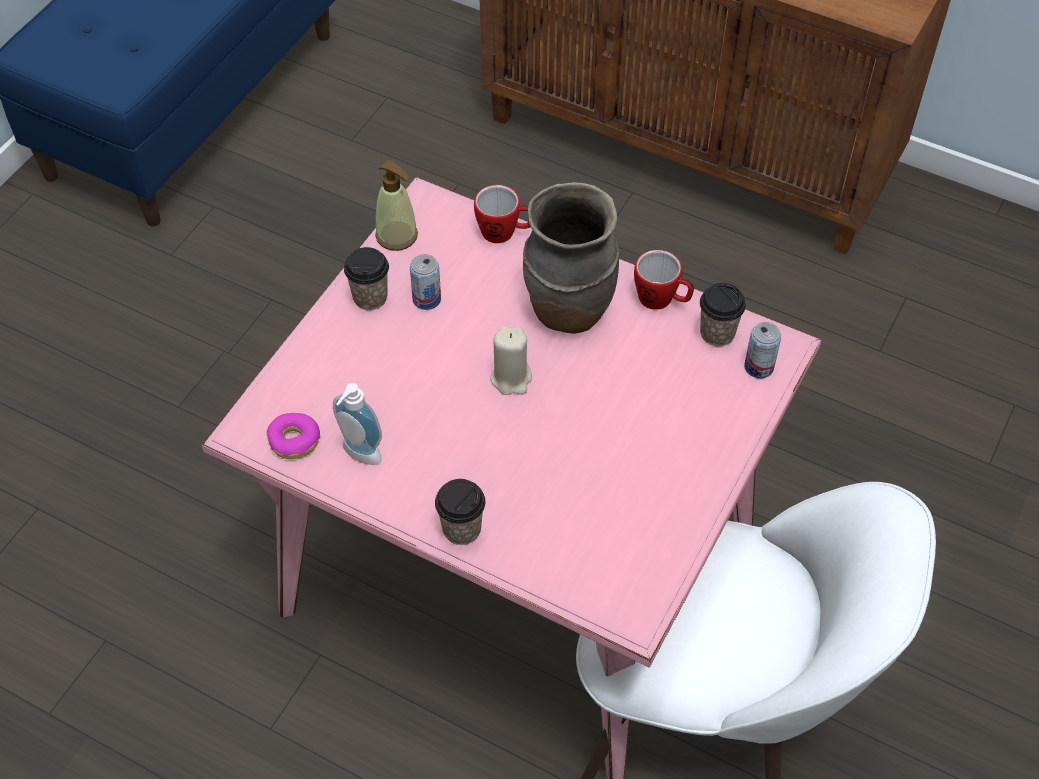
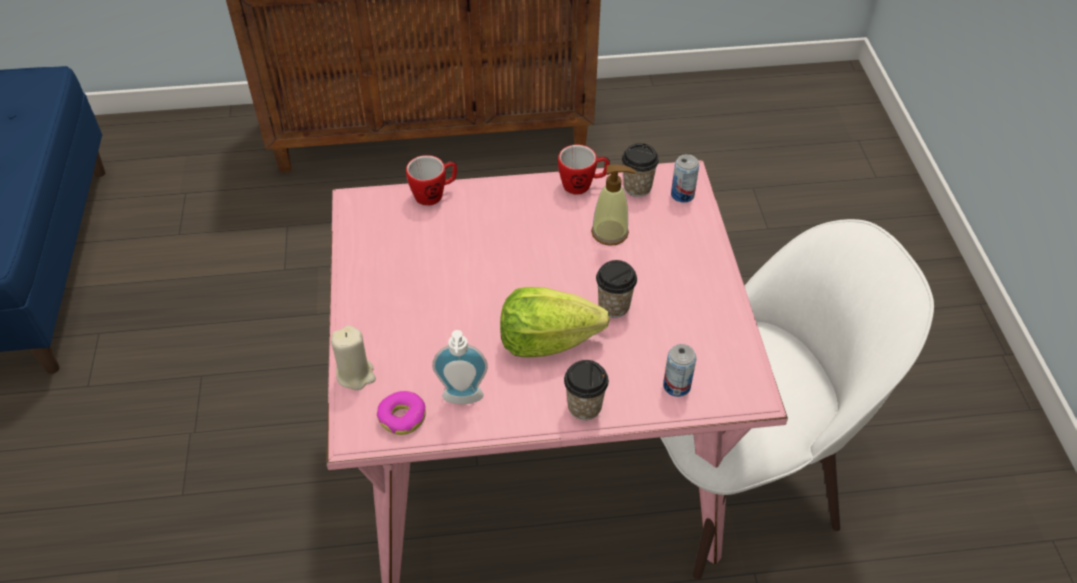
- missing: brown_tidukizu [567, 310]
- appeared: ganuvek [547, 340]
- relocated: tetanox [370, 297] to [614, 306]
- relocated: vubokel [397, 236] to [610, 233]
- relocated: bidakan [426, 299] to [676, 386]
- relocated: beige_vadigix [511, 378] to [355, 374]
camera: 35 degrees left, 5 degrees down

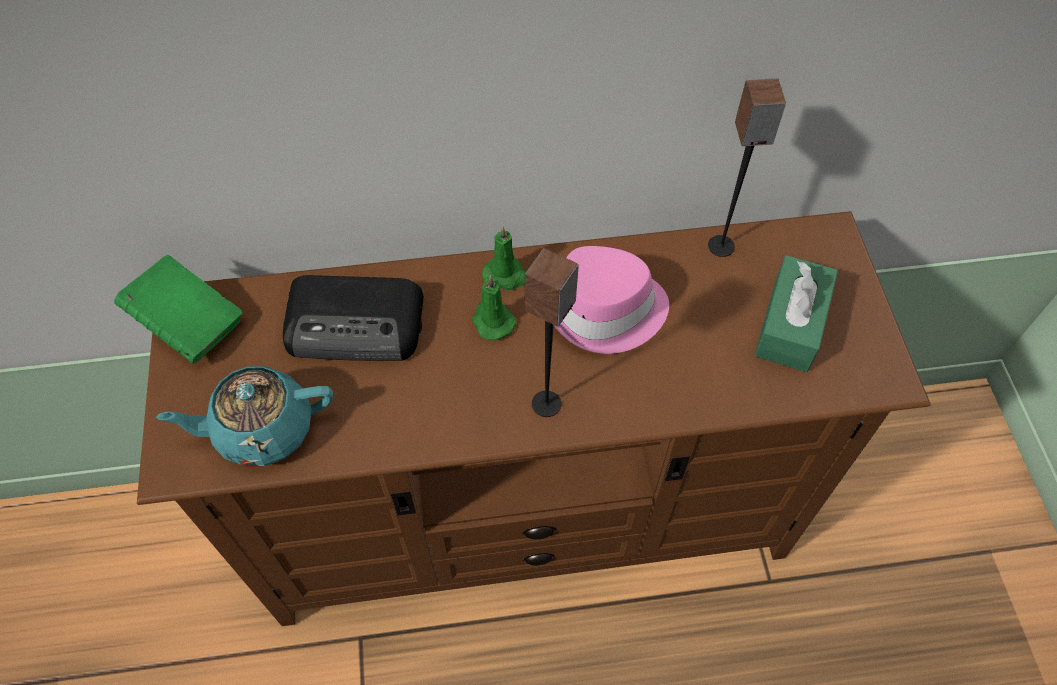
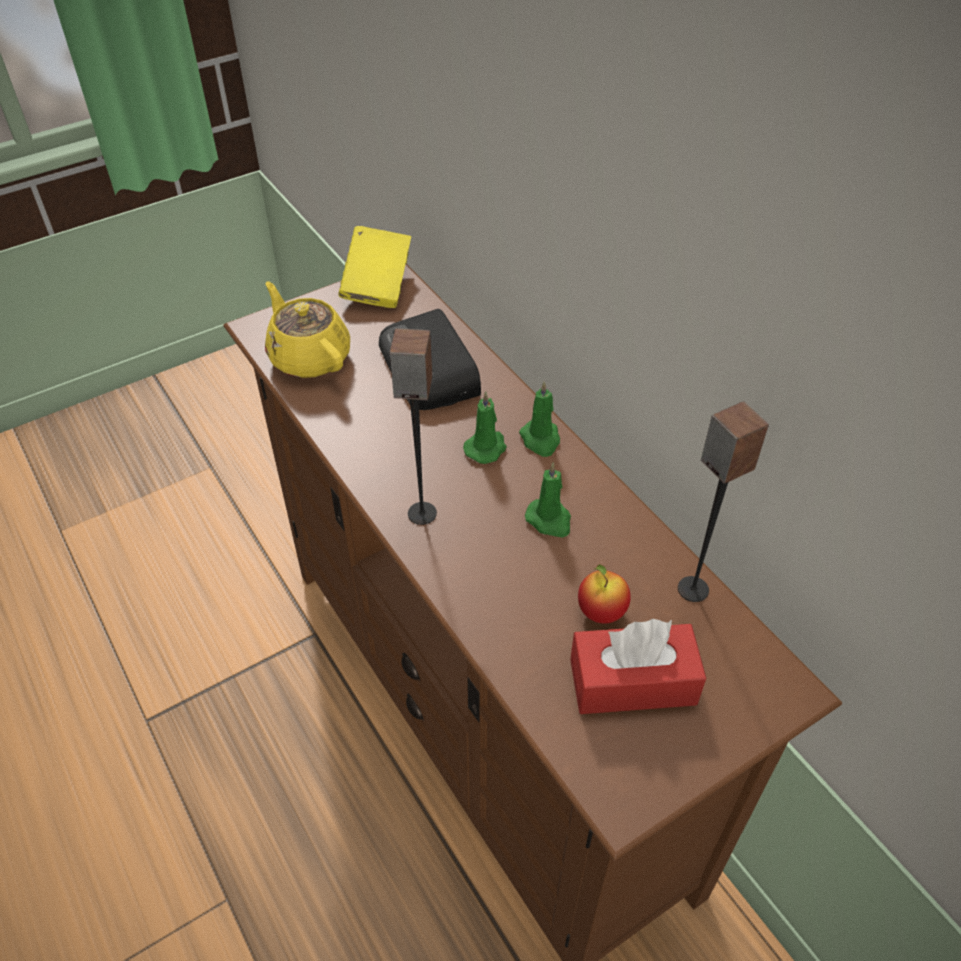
- appeared: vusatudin [601, 612]
- exchanged: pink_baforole [604, 309] to green_vadigix [549, 520]
- colour: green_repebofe [189, 324] to yellow_repebofe [377, 285]
- colour: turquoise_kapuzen [262, 429] to yellow_kapuzen [309, 357]
- colour: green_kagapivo [791, 325] to red_kagapivo [632, 682]
camera: 65 degrees right, 10 degrees down

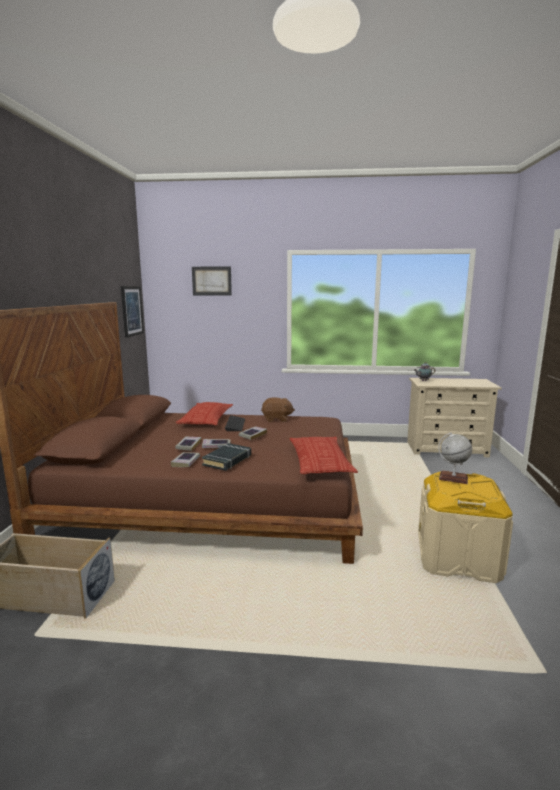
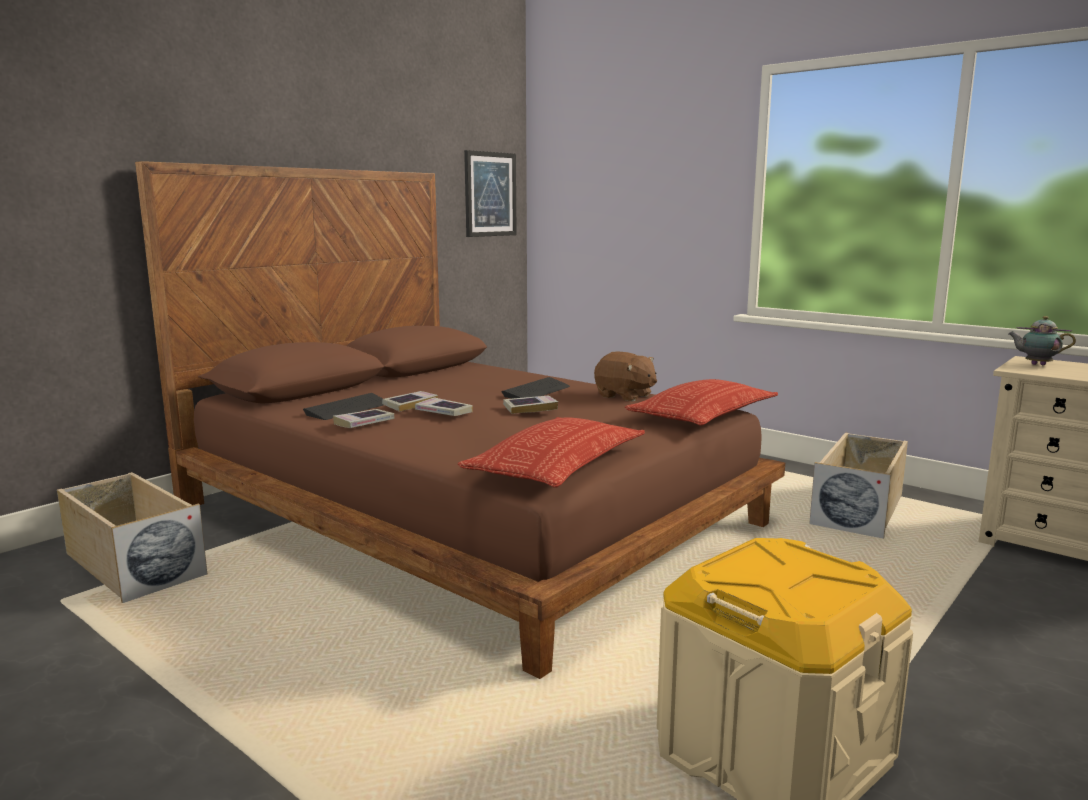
- missing: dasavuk [211, 281]
- missing: black_repebofe [227, 460]
- missing: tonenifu [453, 478]
- appeared: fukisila [348, 409]
- appeared: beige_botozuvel [858, 509]
- relocated: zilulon [206, 419] to [703, 414]
camera: 35 degrees right, 0 degrees up

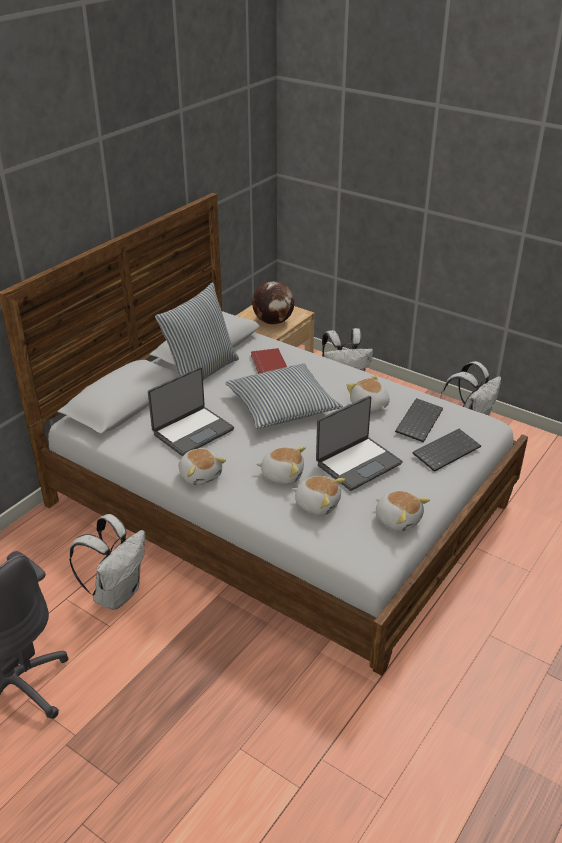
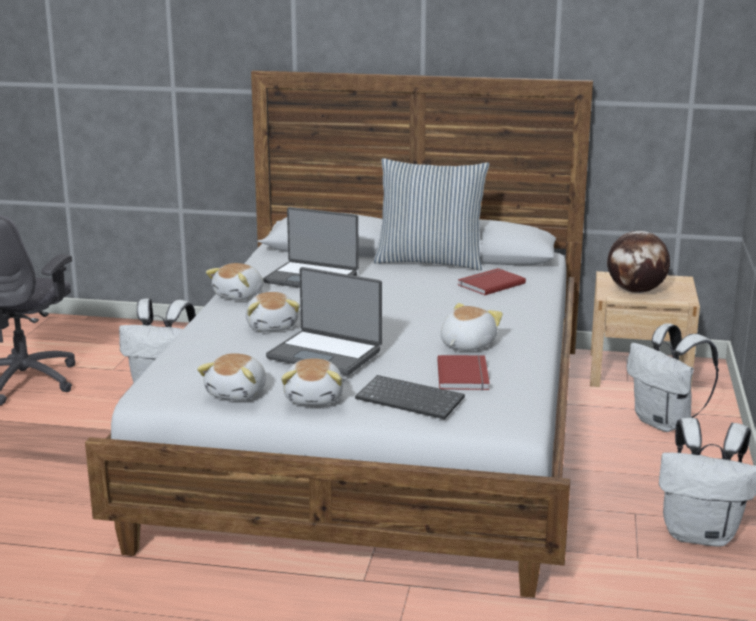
- missing: zilulon [282, 406]
- relocated: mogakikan [317, 504] to [315, 398]
- exchanged: fukisila [418, 420] to red_repebofe [465, 375]
camera: 65 degrees right, 15 degrees down

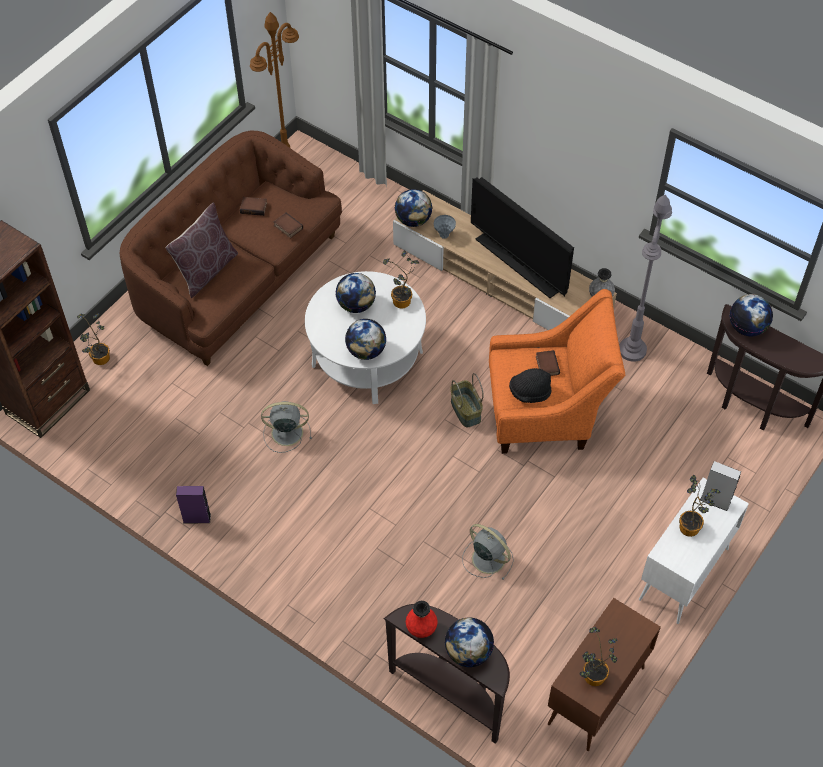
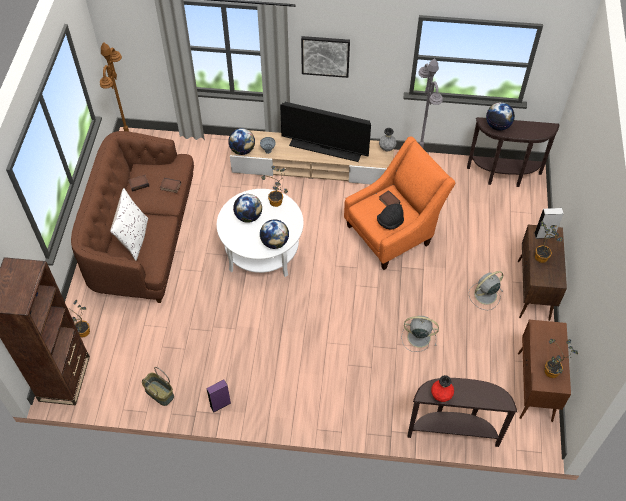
- missing: tonenifu [468, 652]
- appeared: dasavuk [325, 56]
- relocated: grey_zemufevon [285, 432] to [484, 295]
- relocated: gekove [465, 410] to [159, 393]
- colour: brown_zilulon [206, 270] to white_zilulon [134, 238]
- colour: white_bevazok [683, 575] to brown_bevazok [533, 291]
camera: 30 degrees left, 0 degrees up

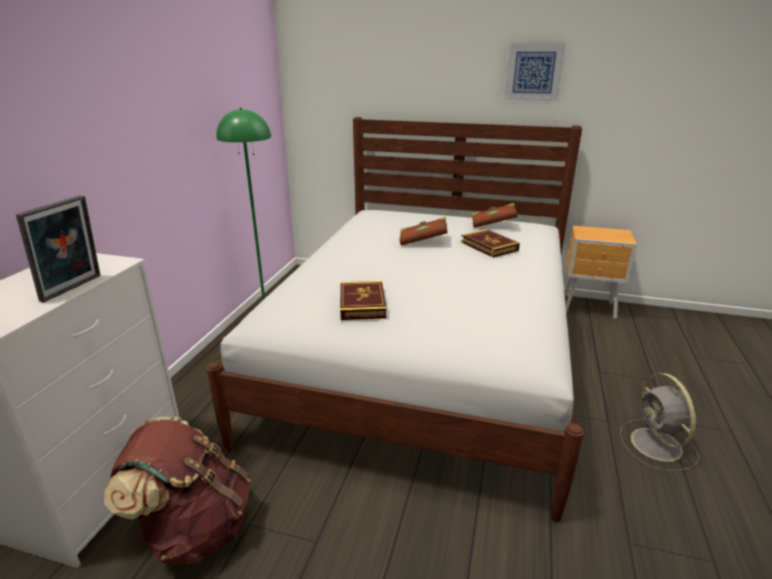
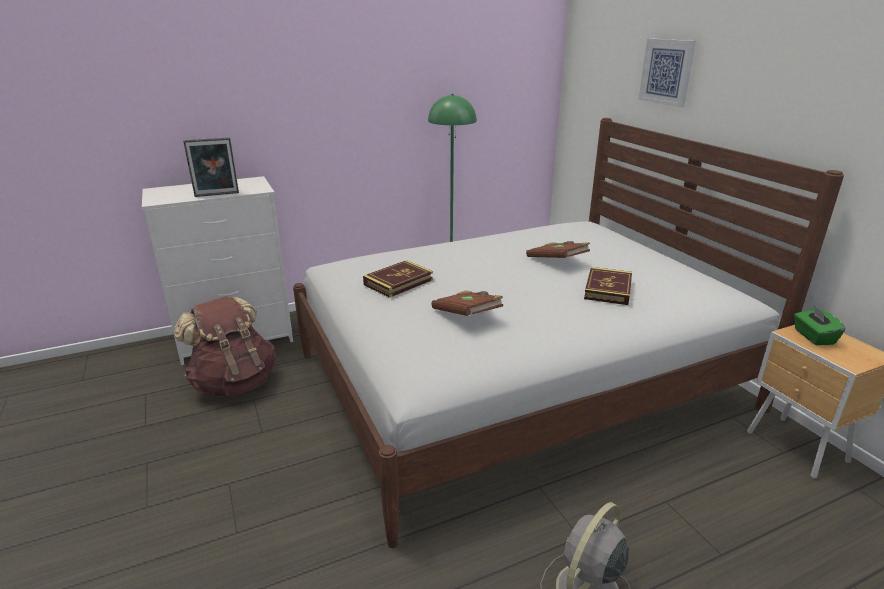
- appeared: green_kagapivo [813, 337]
- relocated: brown_repebofe [492, 224] to [467, 315]
- relocated: dasavuk [533, 72] to [667, 72]
camera: 50 degrees right, 0 degrees up

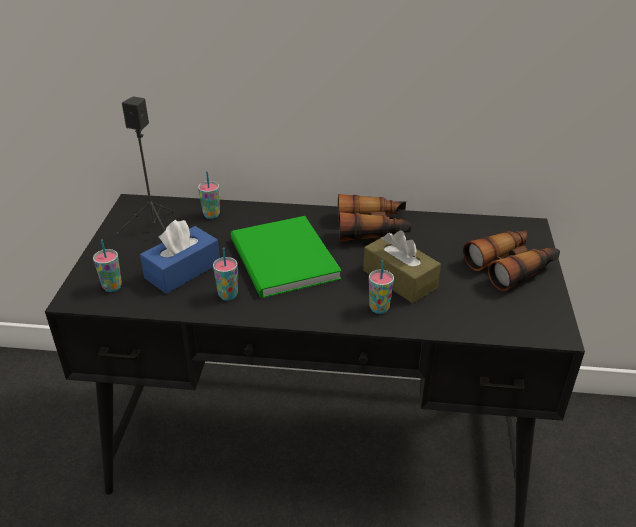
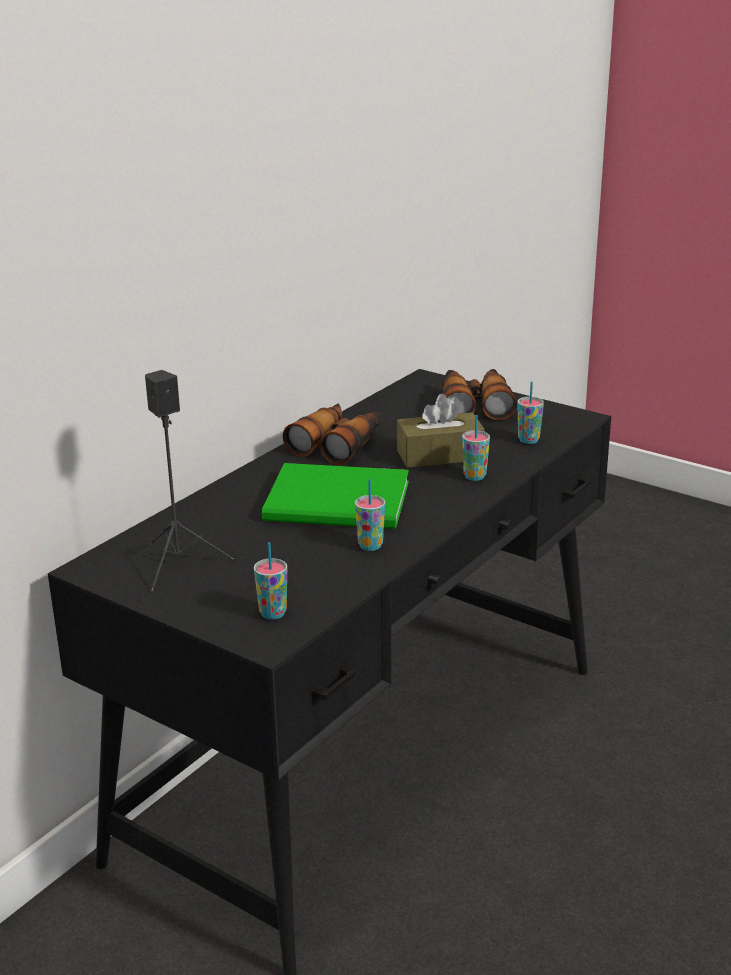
- missing: blue_kagapivo [183, 270]
- relocated: tetanox [211, 215] to [528, 440]
camera: 60 degrees left, 10 degrees down

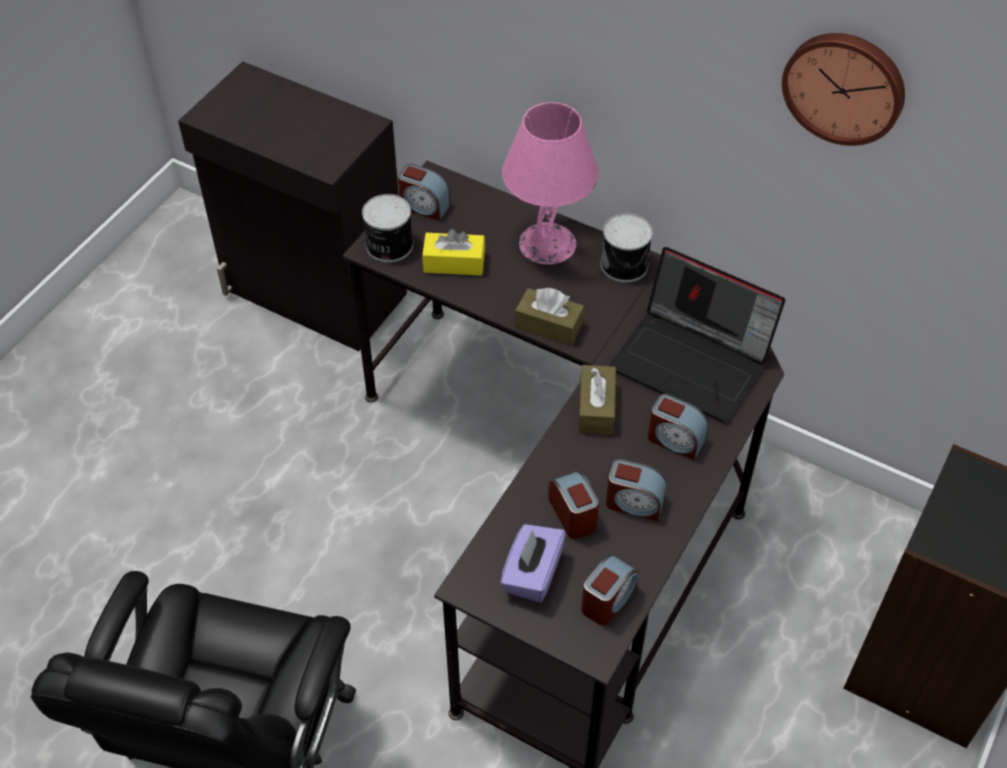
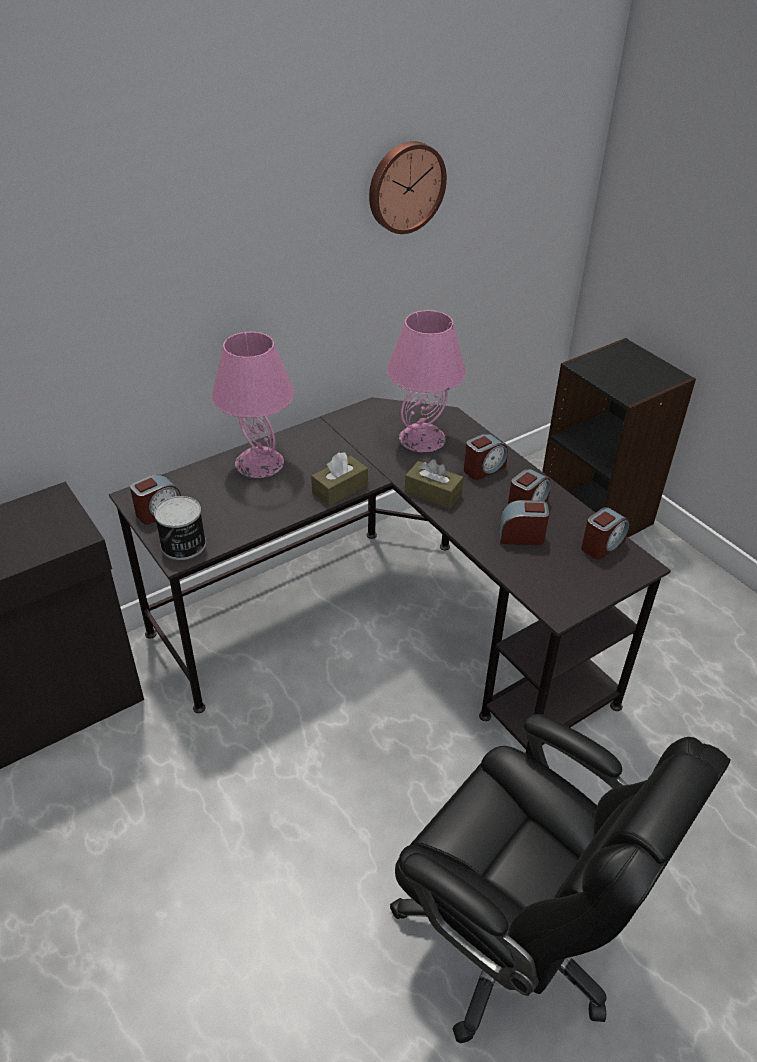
- missing: yellow_kagapivo [454, 263]
- missing: purple_kagapivo [532, 574]
- missing: bidakan [625, 265]
- exchanged: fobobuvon [693, 361] to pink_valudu [422, 438]
- spun: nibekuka [608, 599] = [602, 545] 75 degrees clockwise
camera: 65 degrees left, 10 degrees down

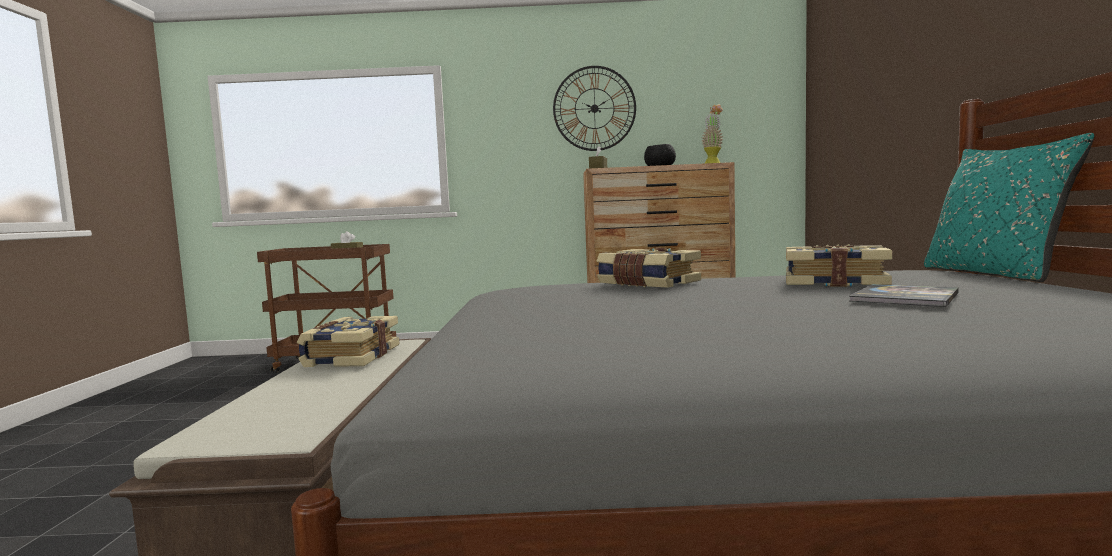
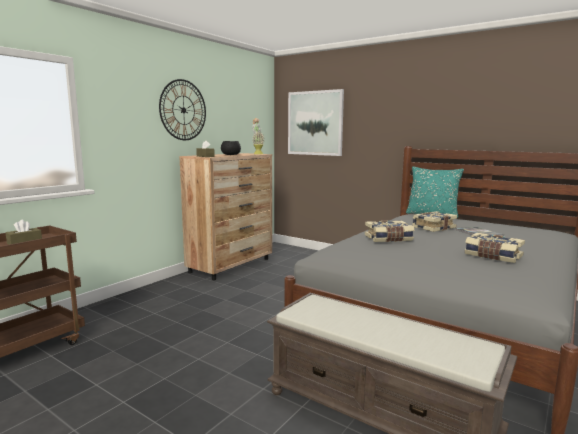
- appeared: dasavuk [315, 123]
- relocated: repebofe [350, 357] to [492, 256]
camera: 55 degrees left, 5 degrees up

